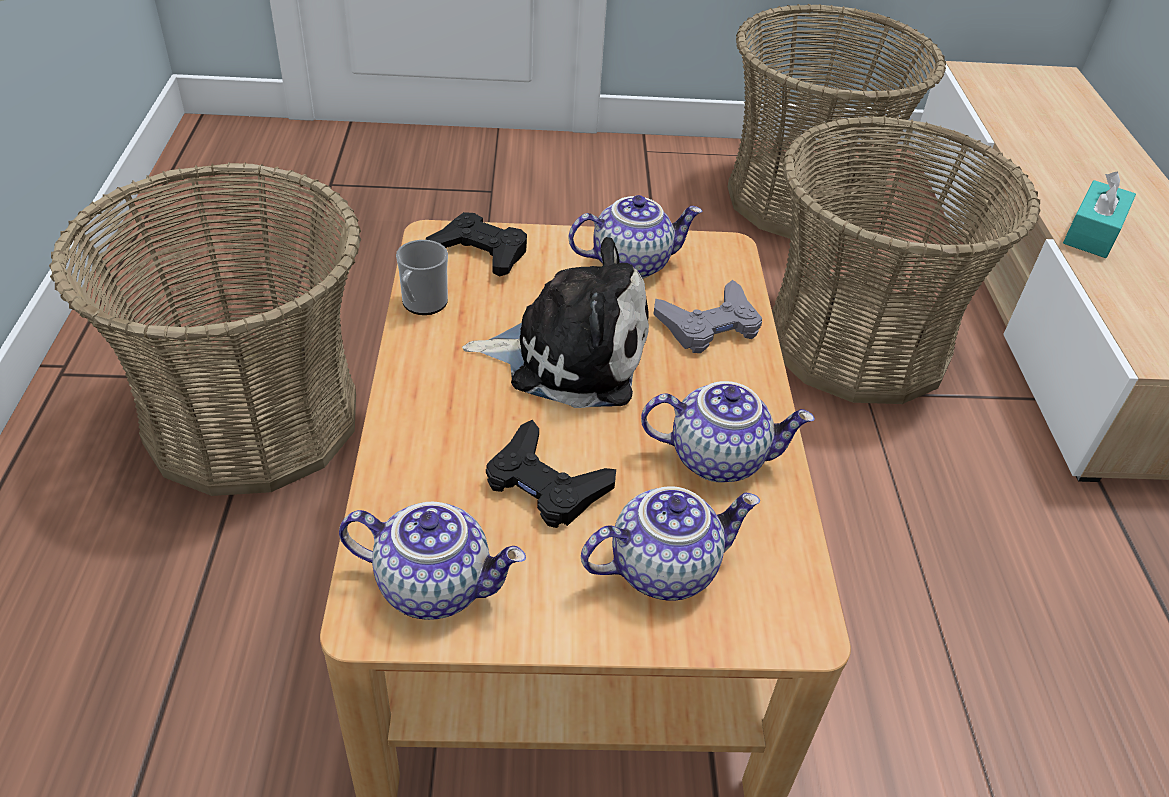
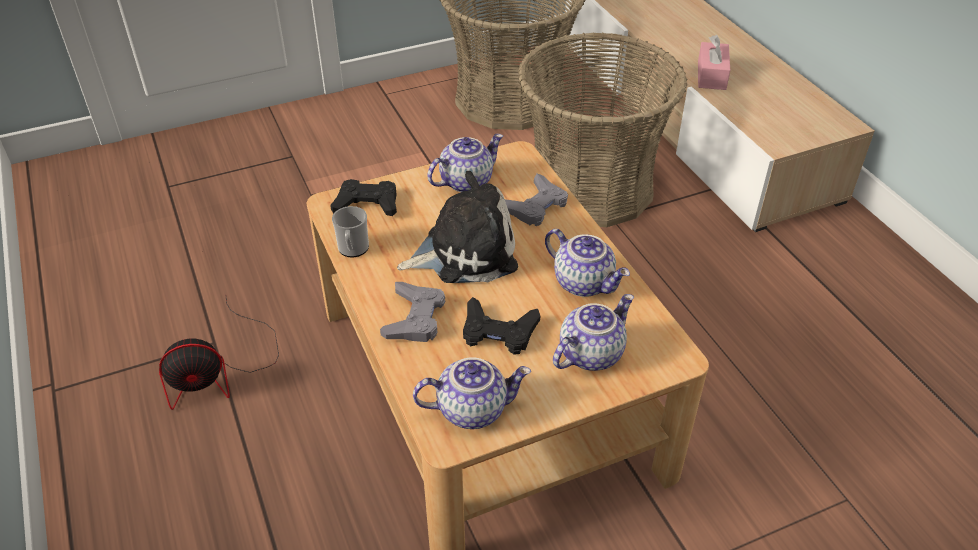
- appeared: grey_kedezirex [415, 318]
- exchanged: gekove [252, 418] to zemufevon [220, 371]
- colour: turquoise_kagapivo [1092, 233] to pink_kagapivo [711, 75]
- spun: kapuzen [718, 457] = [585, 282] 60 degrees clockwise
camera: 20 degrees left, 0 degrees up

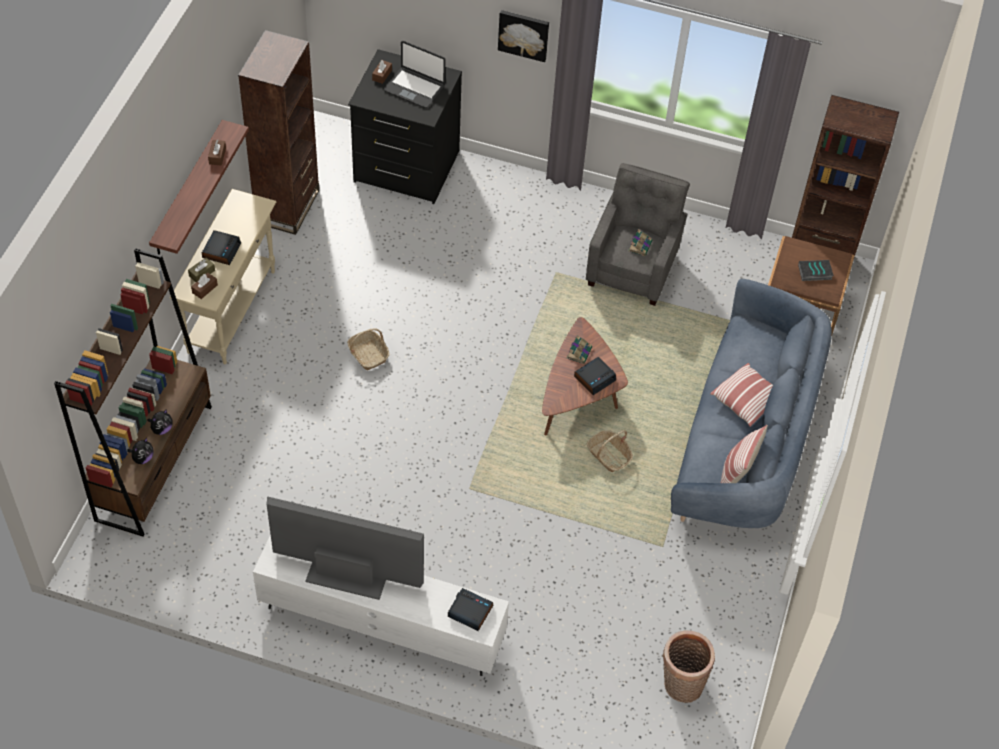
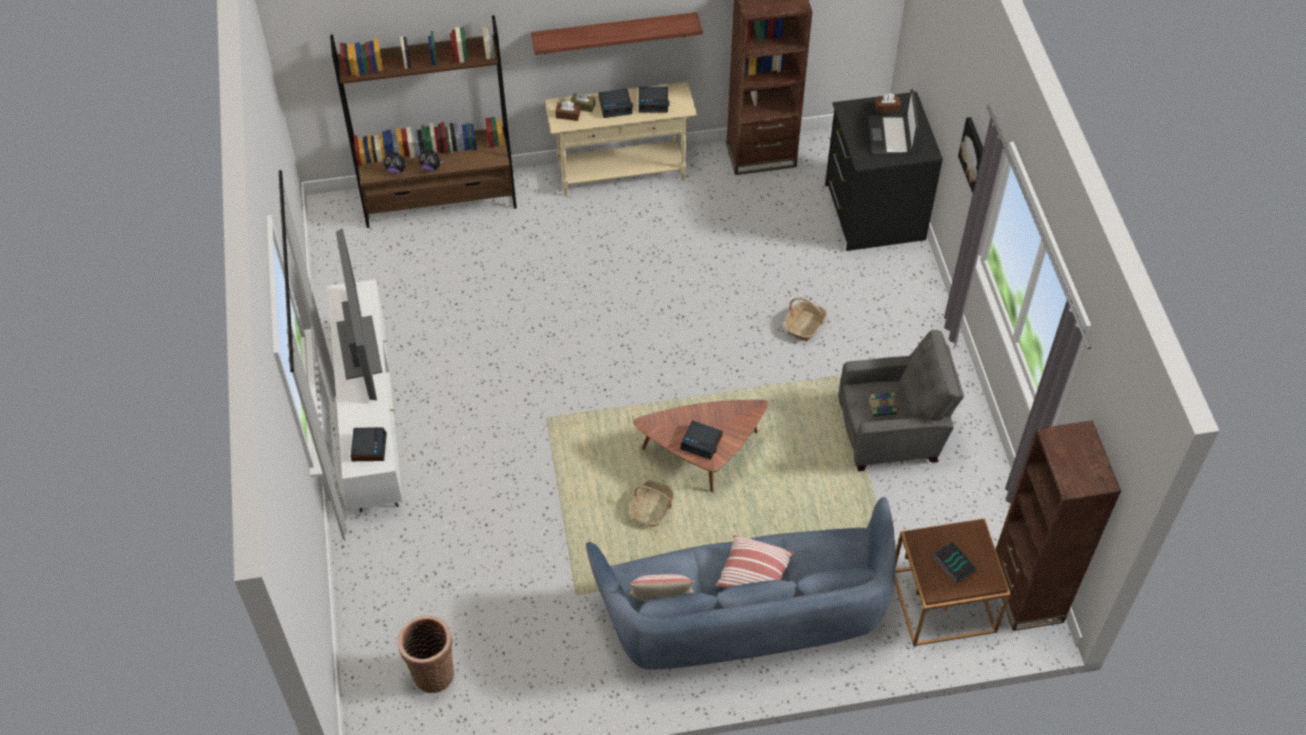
- missing: brown_kagapivo [217, 156]
- missing: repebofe [579, 352]
- appeared: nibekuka [653, 102]
- relocated: gekove [368, 354] to [805, 325]
camera: 65 degrees right, 0 degrees up

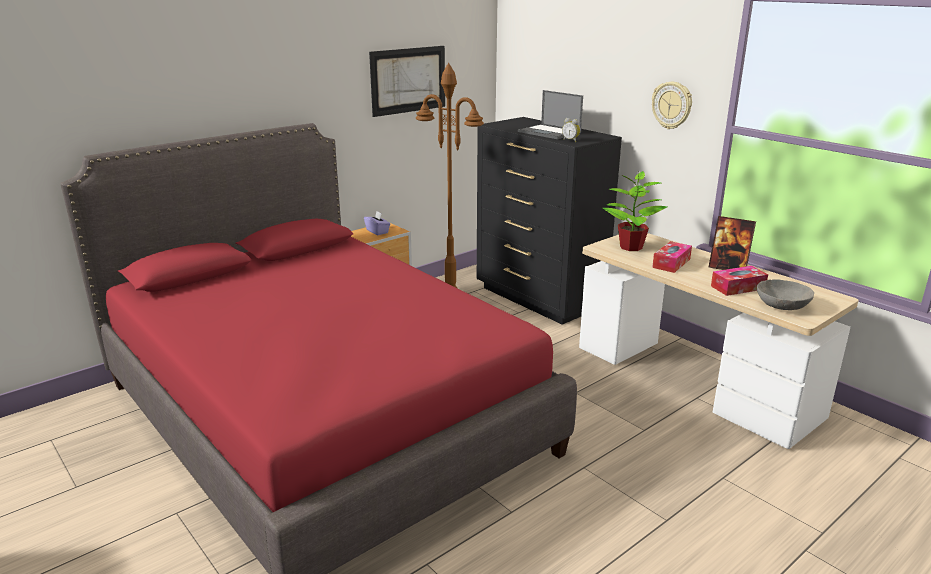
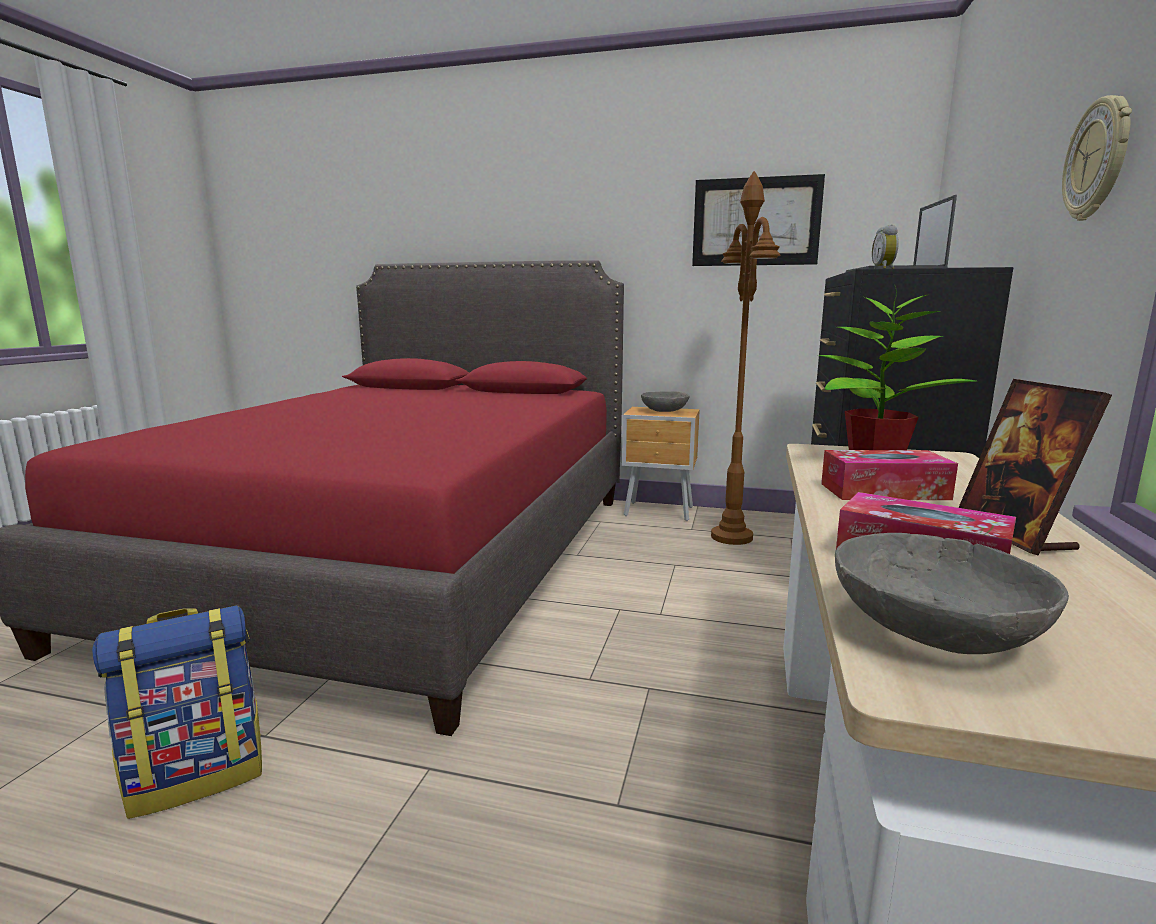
- appeared: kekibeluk [198, 775]
- exchanged: purple_kagapivo [377, 231] to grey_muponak [664, 411]
camera: 55 degrees right, 10 degrees down

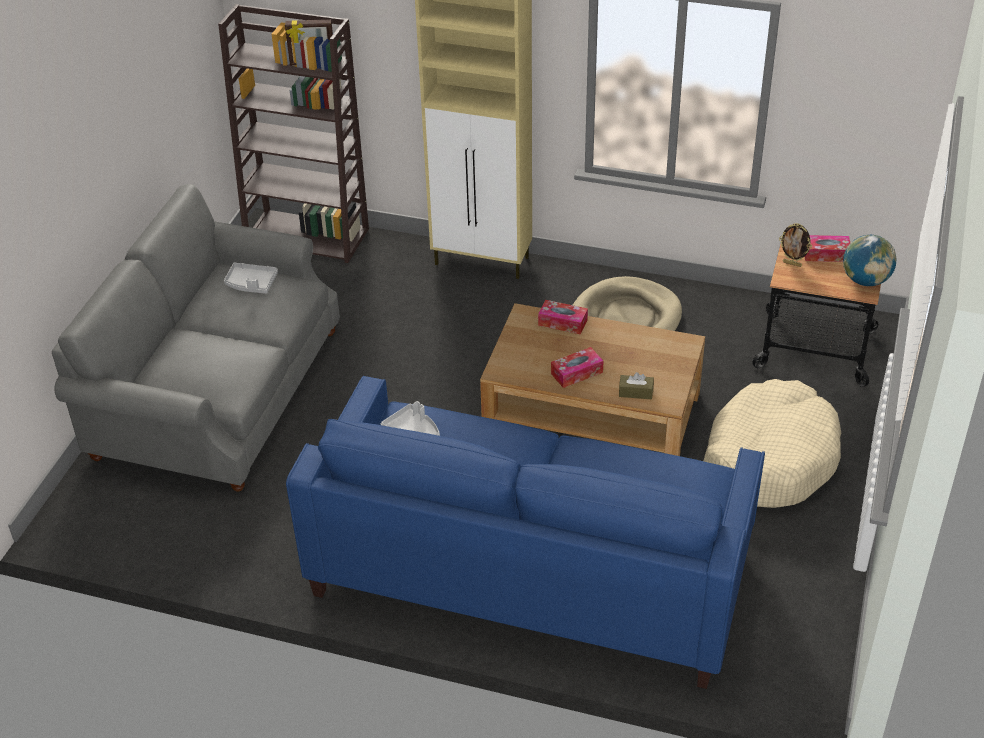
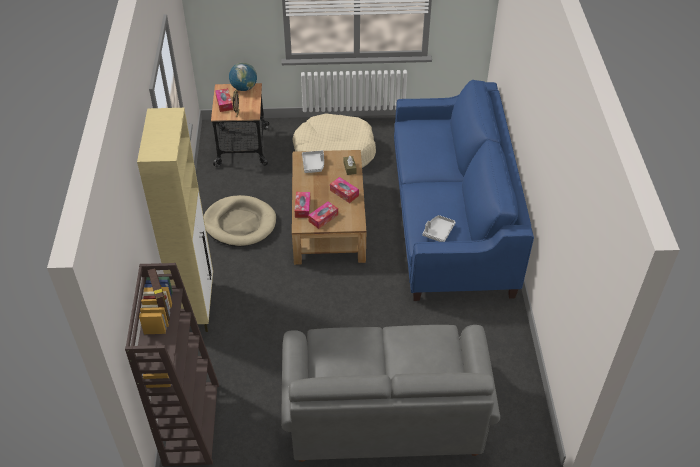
- appeared: kagapivo [323, 218]
- relocated: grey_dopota [251, 284] to [313, 164]
camera: 110 degrees left, 5 degrees up

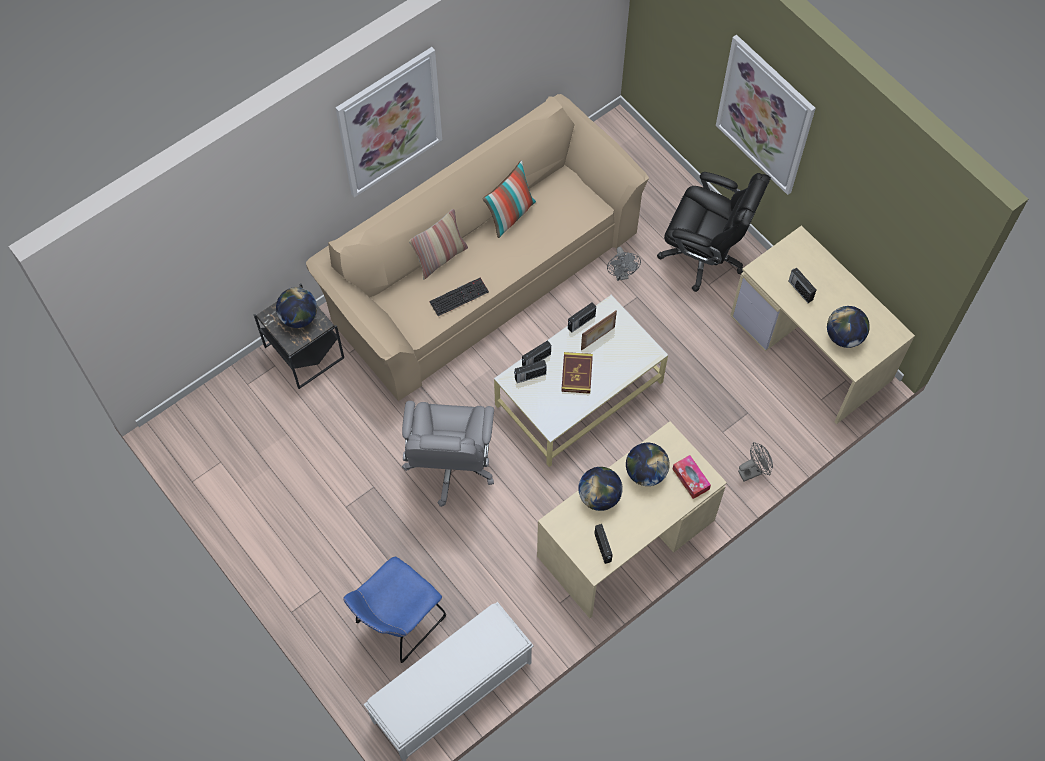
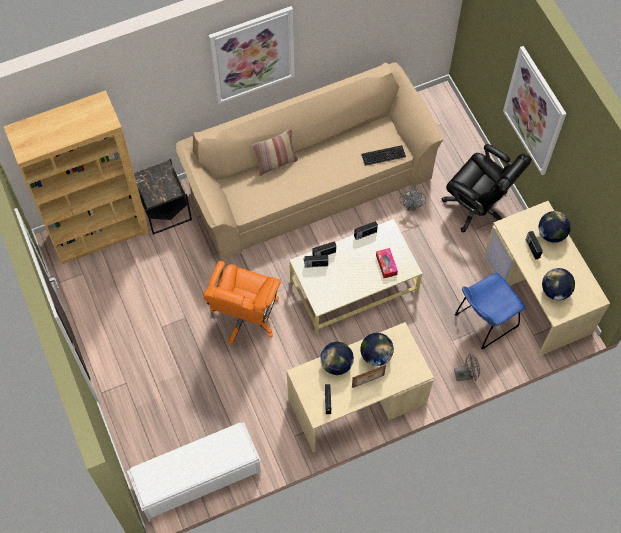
- missing: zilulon [510, 214]
- missing: repebofe [577, 374]
- appeared: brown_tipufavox [100, 232]
- relocated: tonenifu [299, 317] to [551, 234]
- relocated: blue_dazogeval [397, 623] to [483, 322]
- relocated: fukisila [459, 296] to [383, 155]
- relocated: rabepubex [598, 339] to [368, 381]
- relocated: kagapivo [690, 479] to [386, 265]
- colour: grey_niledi [450, 465] to orange_niledi [245, 316]
camera: 15 degrees right, 0 degrees up

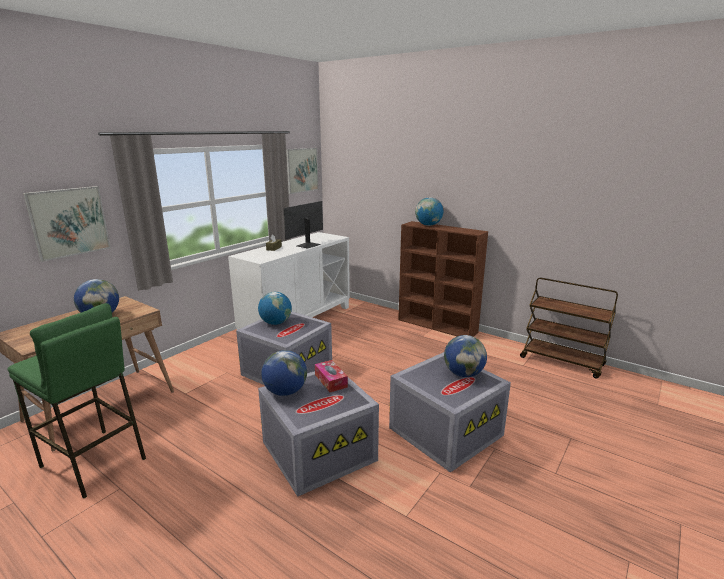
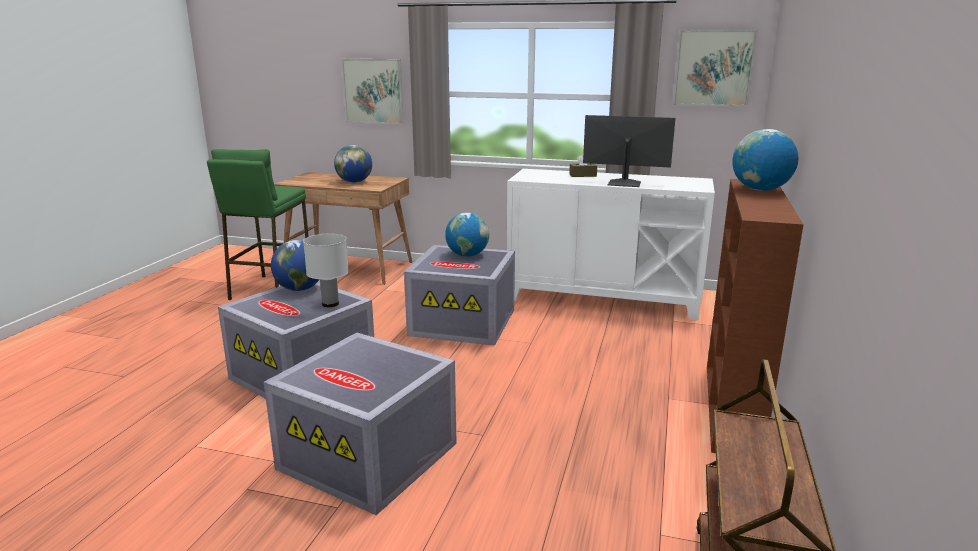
- missing: tonenifu [463, 374]
- exchanged: kagapivo [331, 381] to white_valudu [330, 304]
camera: 70 degrees right, 0 degrees up

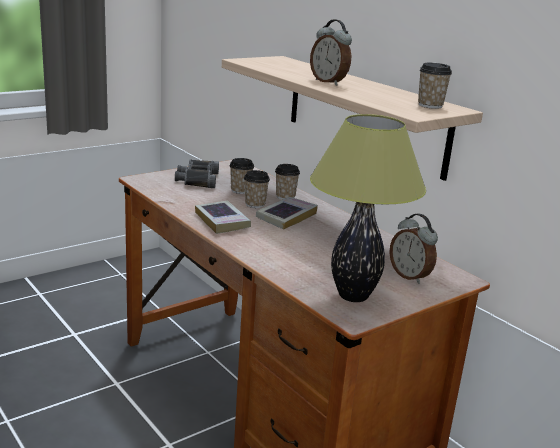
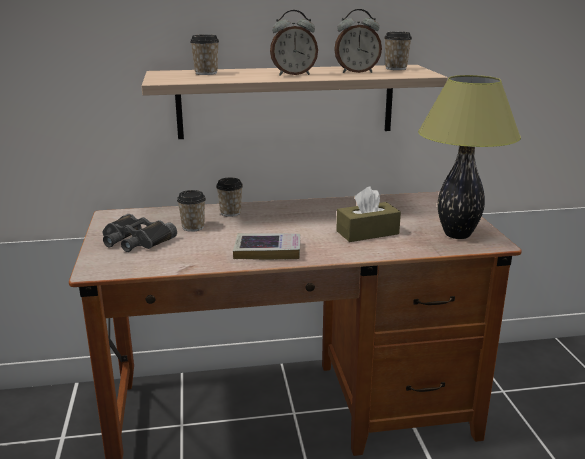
- missing: repebofe [286, 217]
- appeared: brown_kagapivo [367, 232]
- relocated: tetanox [255, 204] to [206, 73]
- relocated: nibekuka [410, 276] to [356, 72]
camera: 60 degrees left, 0 degrees up

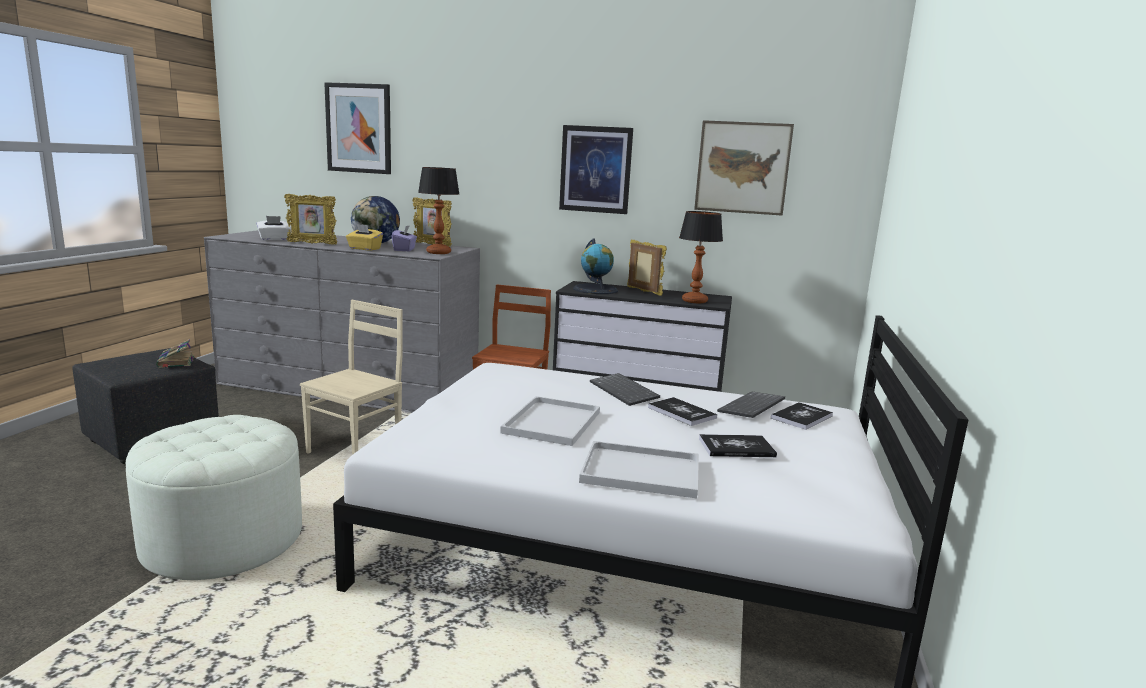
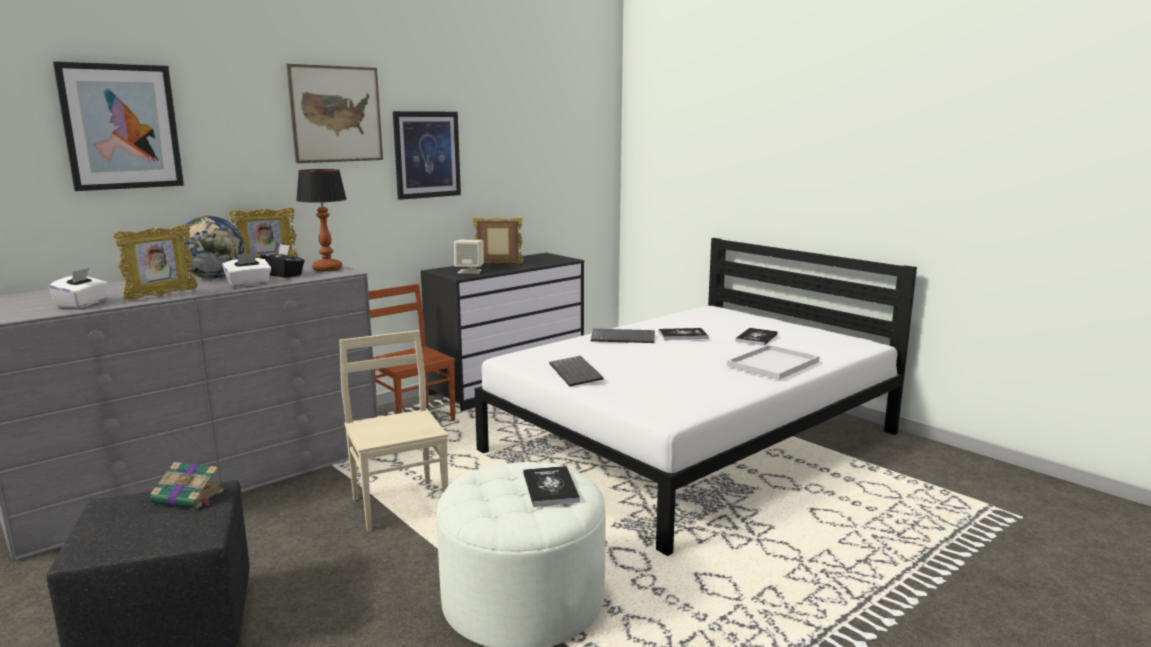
- missing: white_dopota [552, 421]
- missing: valudu [695, 301]
- relocated: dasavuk [742, 168] to [336, 114]
- relocated: fukisila [752, 407] to [577, 373]
- relocated: repebofe [801, 417] to [550, 487]
- exchanged: tonenifu [595, 289] to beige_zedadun [470, 271]
- colour: yellow_kagapivo [364, 249] to white_kagapivo [249, 284]
- colour: purple_kagapivo [404, 249] to black_kagapivo [284, 275]
camera: 55 degrees left, 0 degrees up

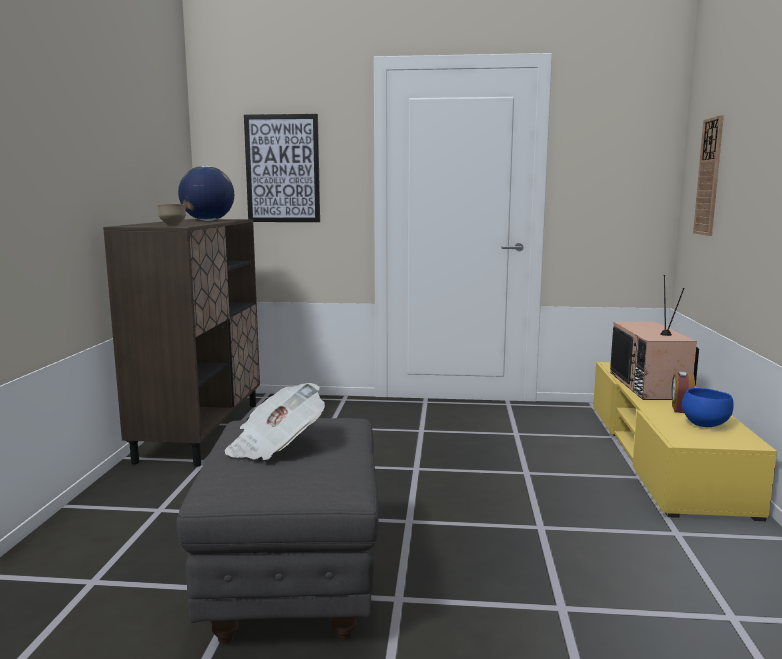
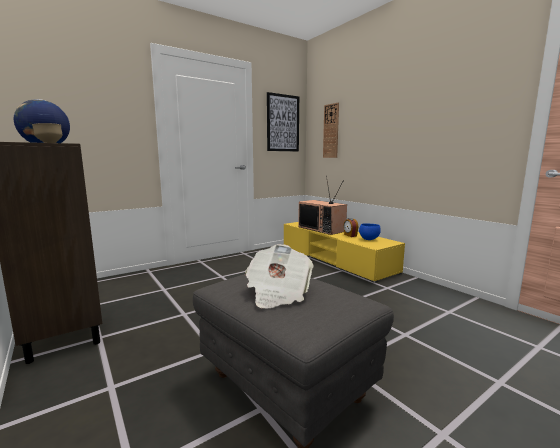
- relocated: dasavuk [282, 169] to [283, 123]
camera: 40 degrees left, 0 degrees up

